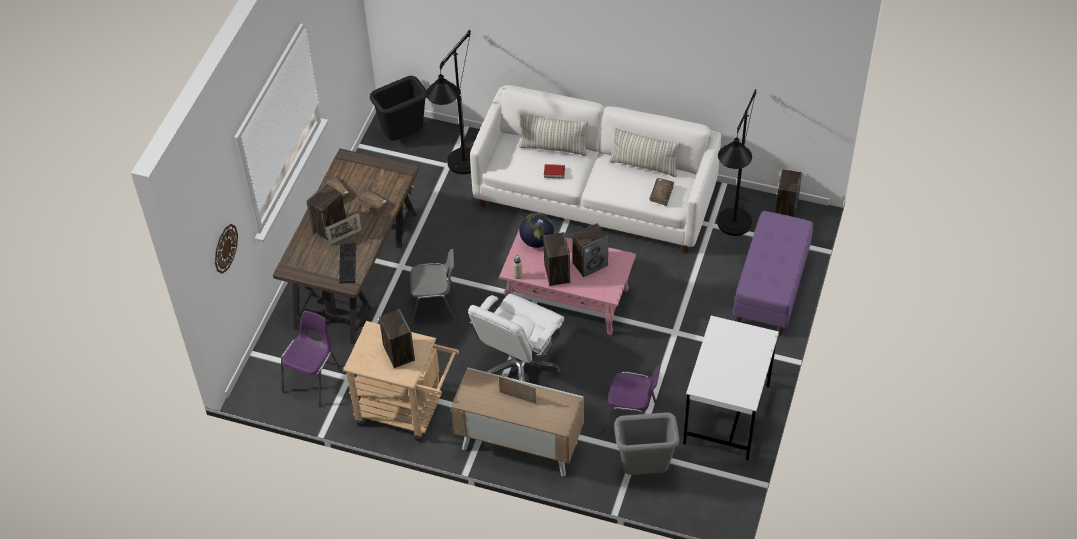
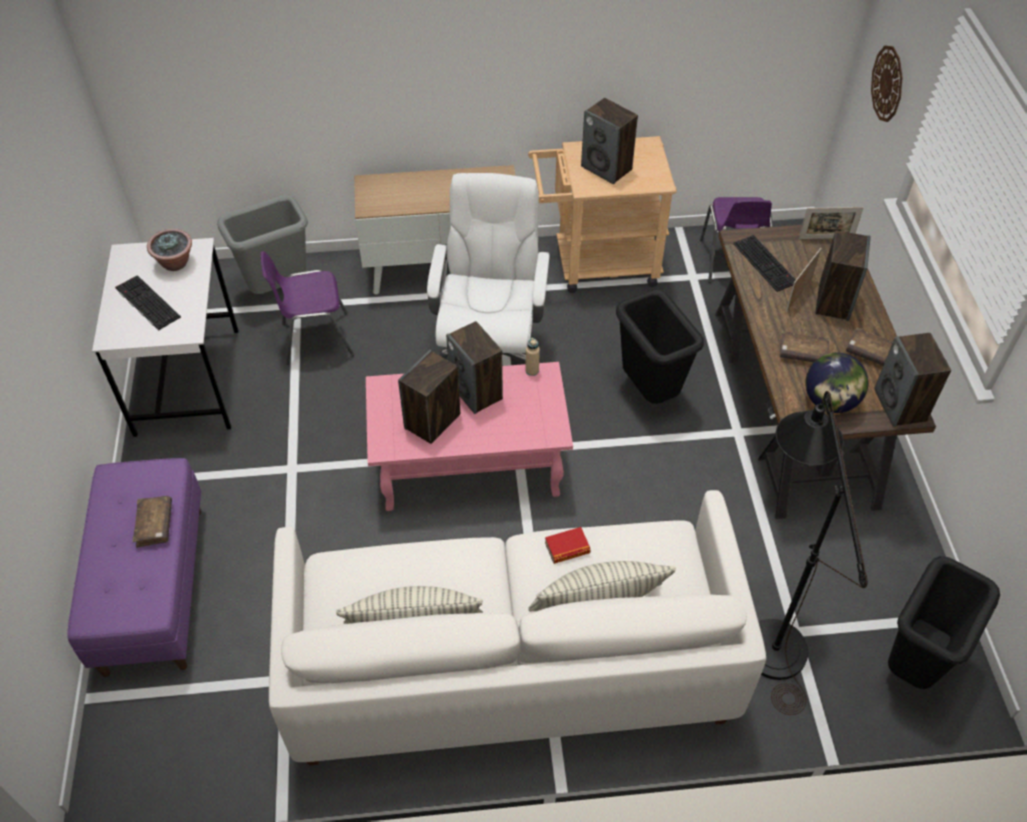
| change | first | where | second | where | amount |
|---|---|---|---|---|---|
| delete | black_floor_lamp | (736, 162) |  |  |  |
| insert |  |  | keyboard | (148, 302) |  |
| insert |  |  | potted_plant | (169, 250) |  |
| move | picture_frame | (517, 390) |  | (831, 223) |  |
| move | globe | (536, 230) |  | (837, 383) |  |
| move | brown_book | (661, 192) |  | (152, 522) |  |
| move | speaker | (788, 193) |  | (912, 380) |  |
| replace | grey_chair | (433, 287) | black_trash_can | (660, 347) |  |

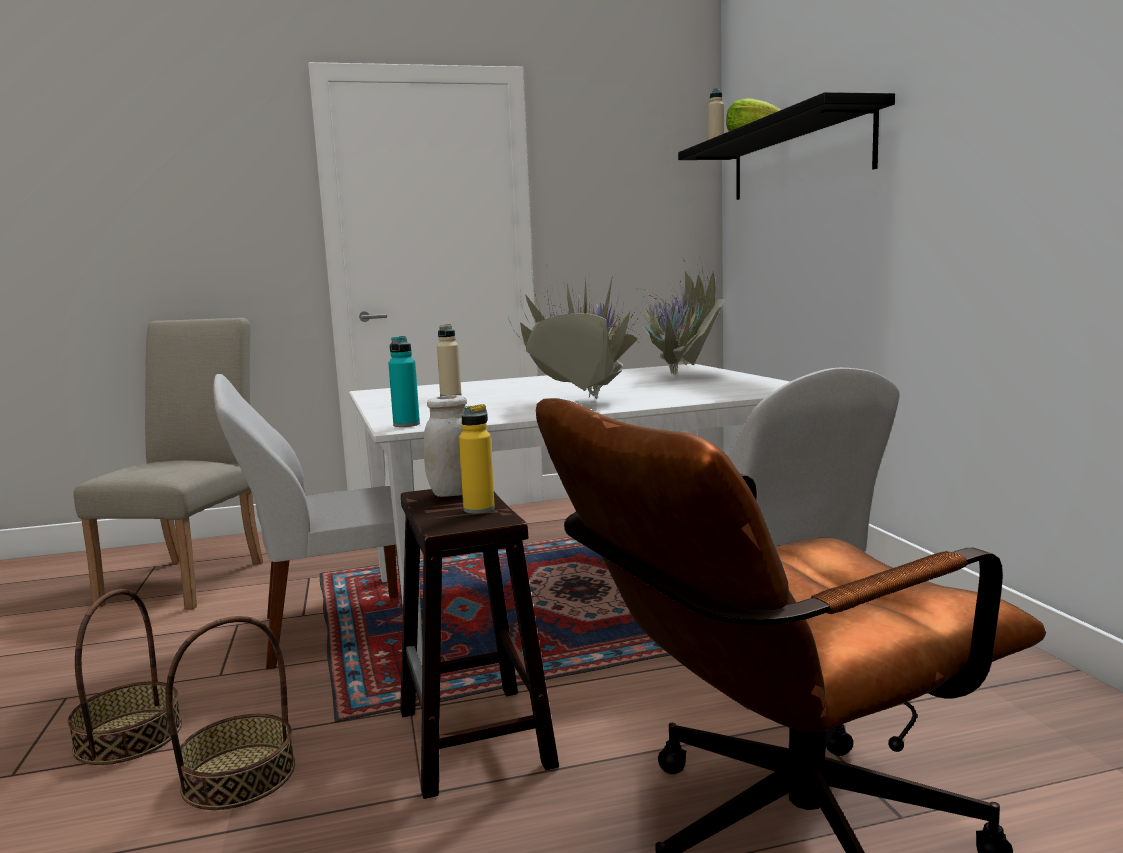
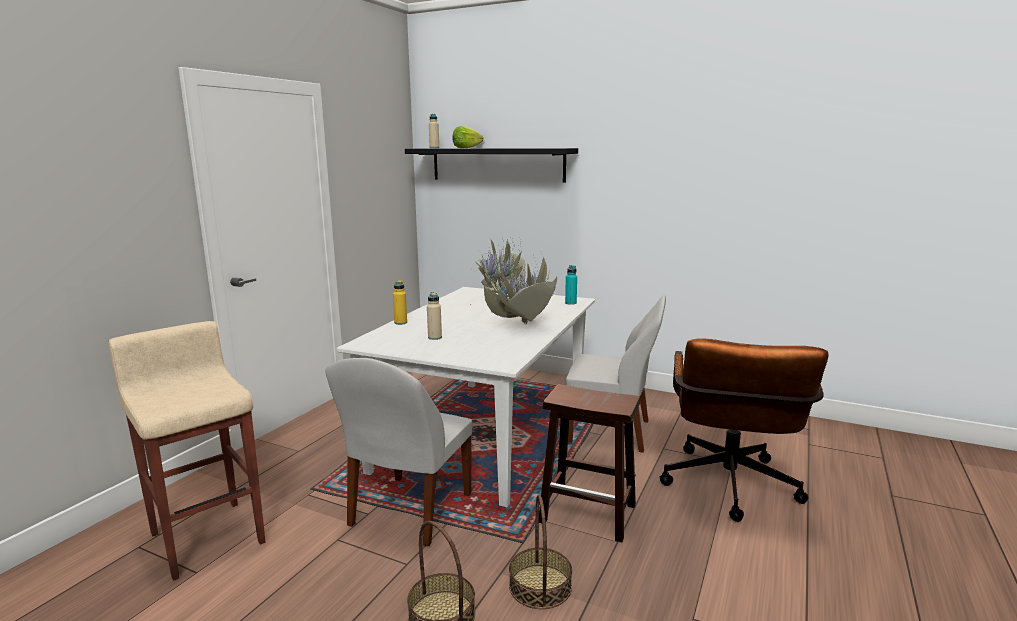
| change | first | where | second | where | amount |
|---|---|---|---|---|---|
| delete | white_jar | (445, 446) |  |  |  |
| move | turquoise_bottle | (404, 381) |  | (571, 285) |  |
| move | yellow_bottle | (477, 459) |  | (400, 302) |  |
| replace | beige_chair | (168, 464) | beige_stool | (187, 451) |  |

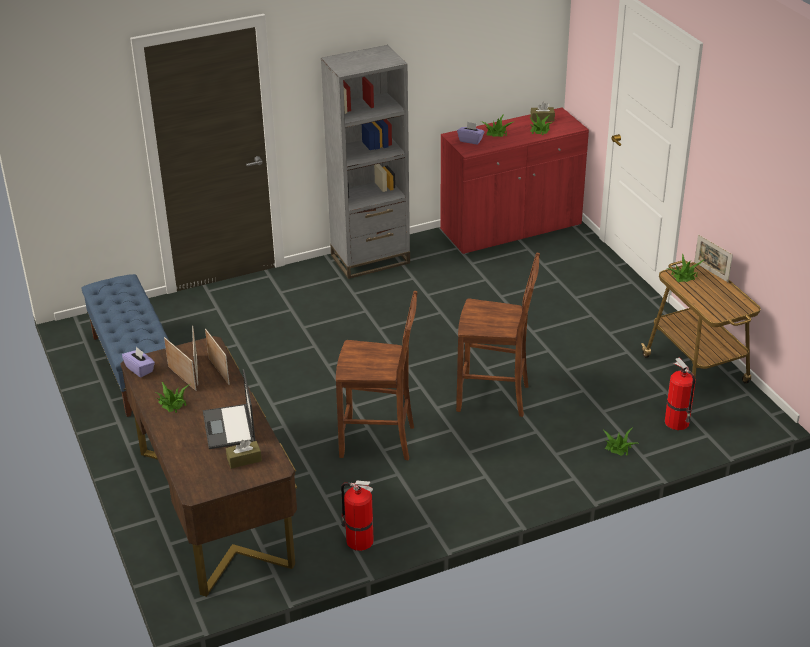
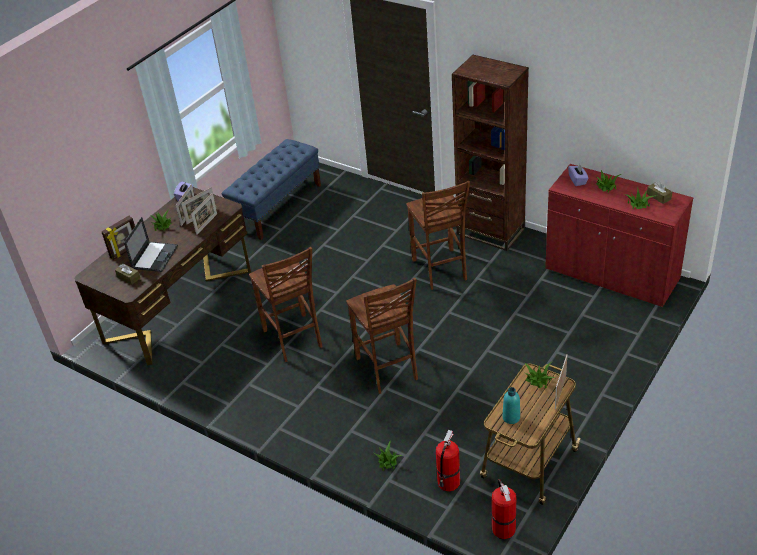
| change | first | where | second | where | amount |
|---|---|---|---|---|---|
| insert |  |  | picture_frame | (118, 238) |  |
| insert |  |  | brown_chair | (438, 235) |  |
| insert |  |  | turquoise_bottle | (511, 405) |  |
| move | fire_extinguisher | (357, 516) |  | (504, 509) |  |
| recolor | grey_bookcase | (365, 162) | brown_bookcase | (490, 153) |  |
| rotate | laptop | (229, 409) |  | (151, 244) | 150 degrees clockwise |

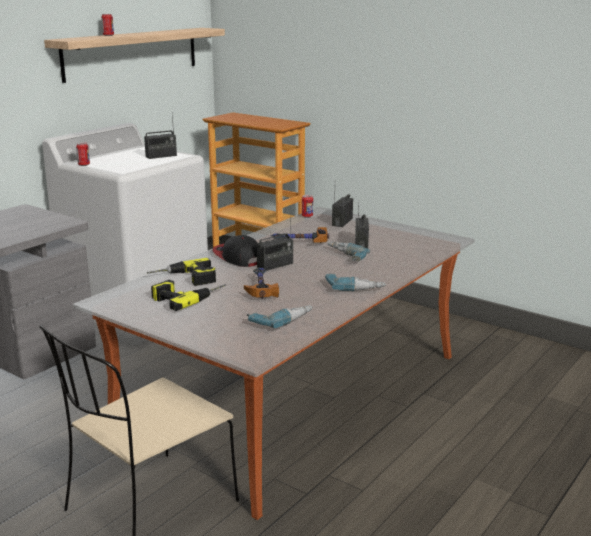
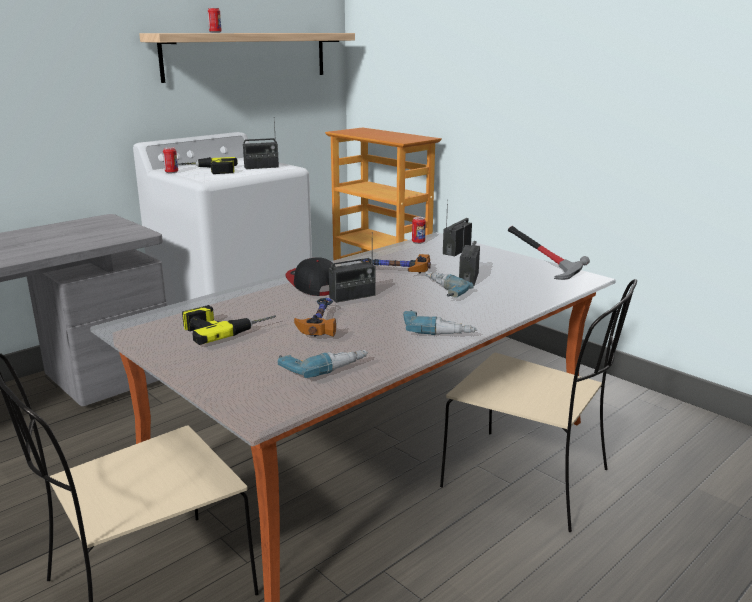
| change | first | where | second | where | amount |
|---|---|---|---|---|---|
| insert |  |  | beige_chair | (538, 405) |  |
| insert |  |  | hammer | (549, 253) |  |
| move | power_drill | (181, 272) |  | (208, 165) |  |

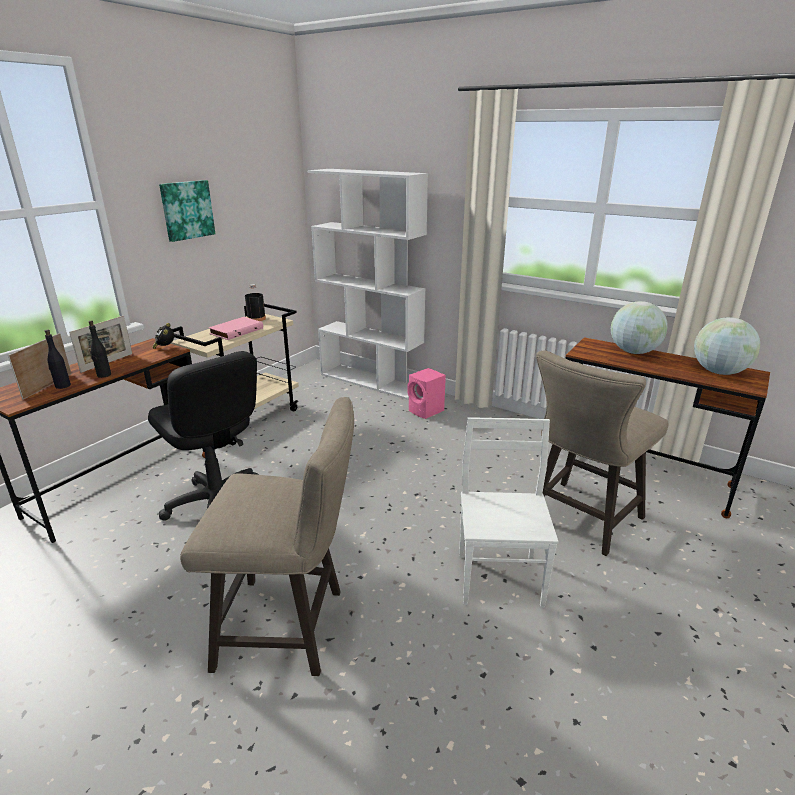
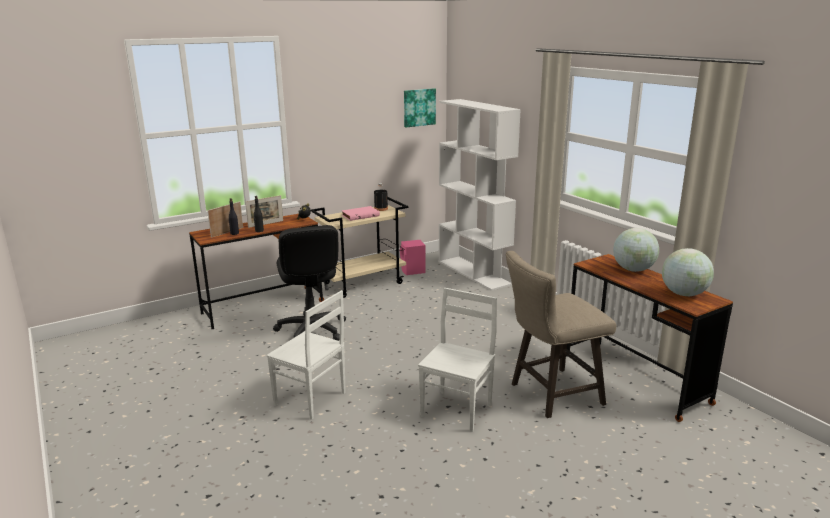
| change | first | where | second | where | amount |
|---|---|---|---|---|---|
| move | picture | (187, 211) |  | (420, 107) |  |
| move | pink_speaker | (426, 393) |  | (413, 257) |  |
| replace | beige_stool | (267, 536) | white_chair | (306, 355) |  |

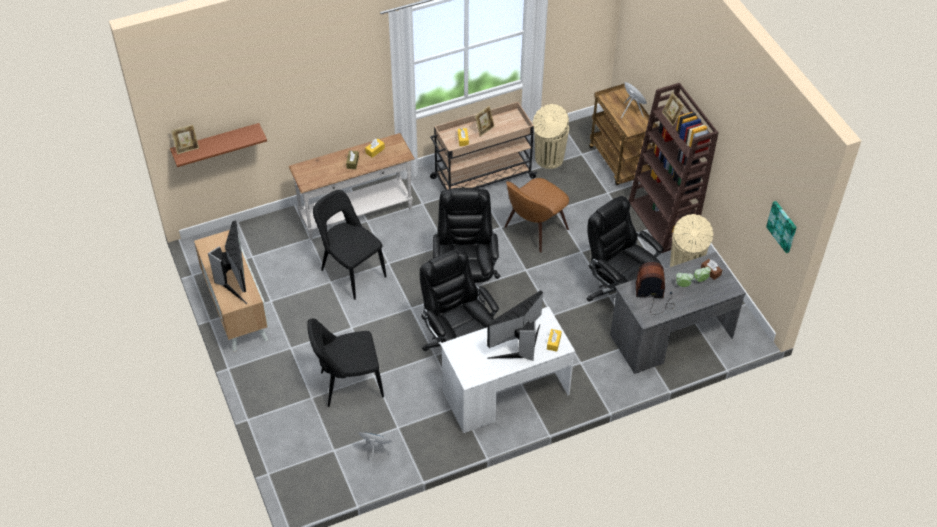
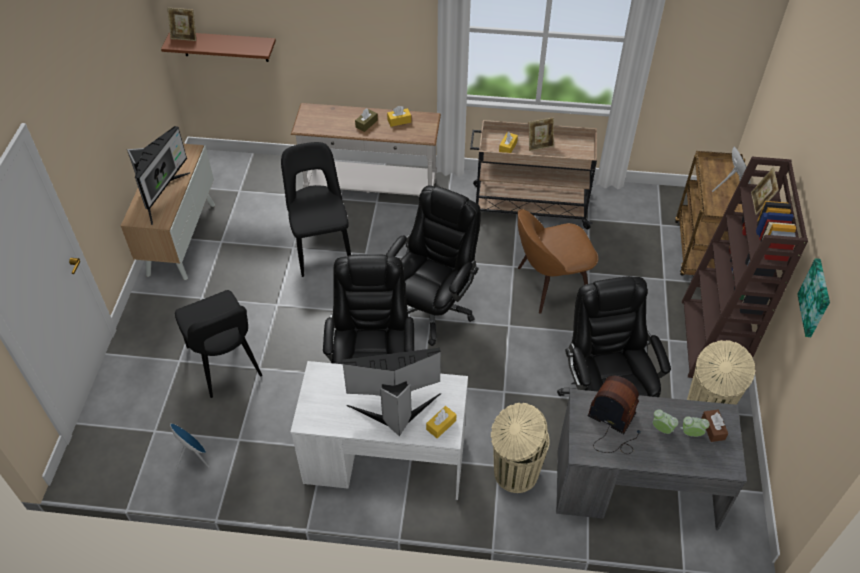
| change | first | where | second | where | amount |
|---|---|---|---|---|---|
| move | beige_trash_can | (551, 136) |  | (520, 448) |  |
| move | picture | (781, 227) |  | (813, 297) |  |
| rotate | black_chair | (345, 362) |  | (218, 344) | 135 degrees counterclockwise |

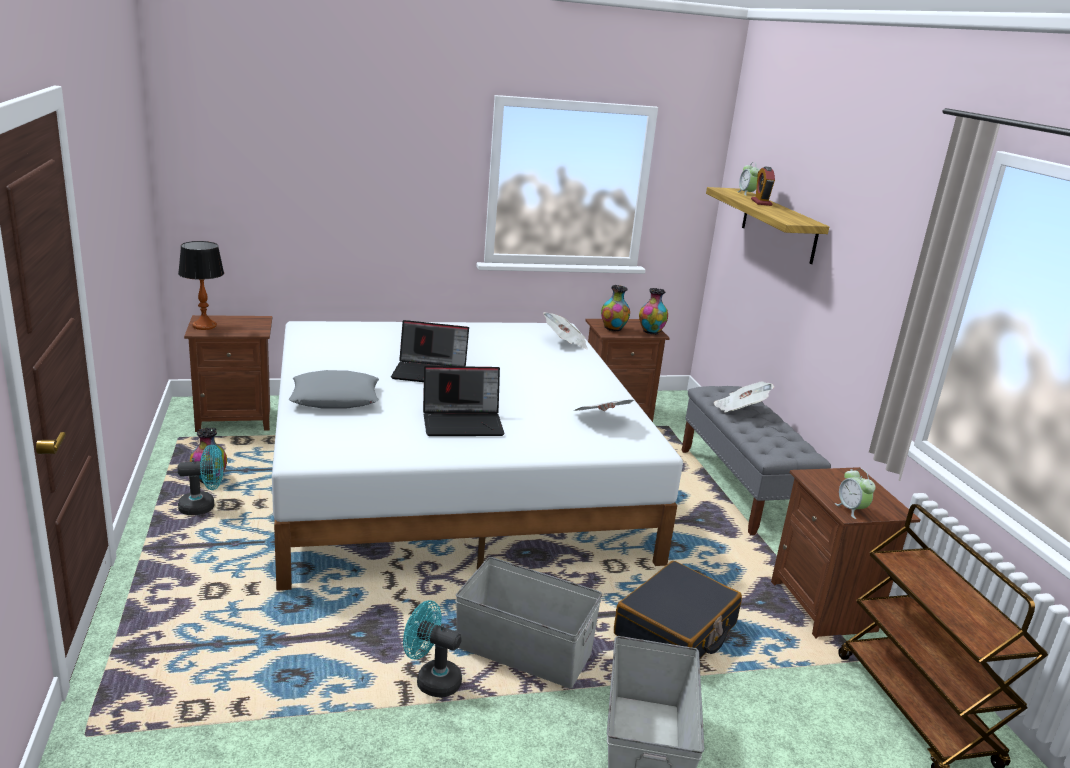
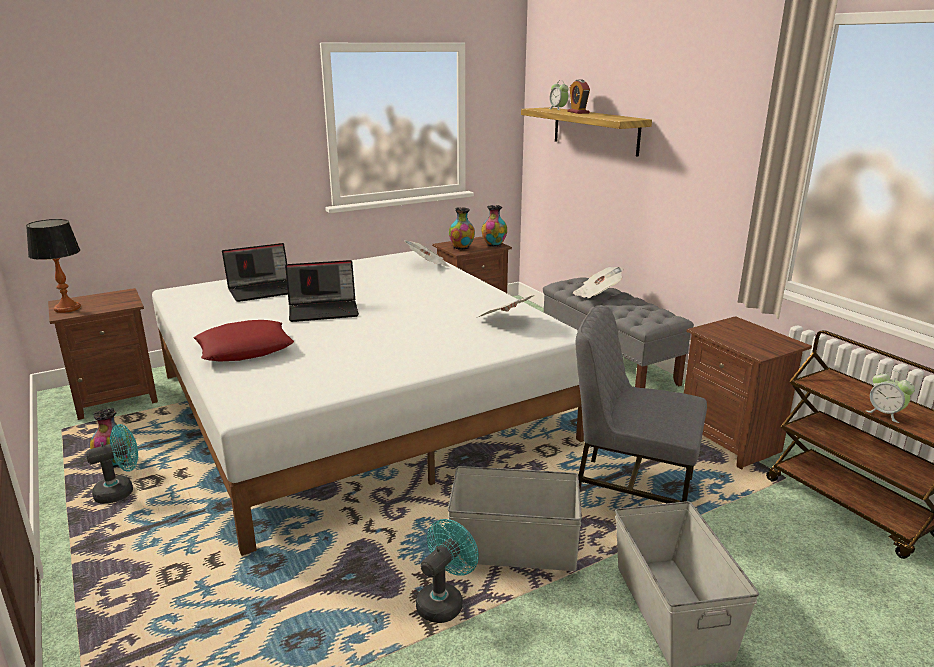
| change | first | where | second | where | amount |
|---|---|---|---|---|---|
| move | laptop | (464, 401) |  | (255, 272) |  |
| move | alarm_clock | (855, 494) |  | (890, 397) |  |
| replace | black_suitcase | (678, 609) | grey_chair | (641, 404) |  |
| recolor | grey_pillow | (334, 389) | red_pillow | (244, 340) |  |
| rotate | turquoise_fan | (432, 649) |  | (447, 571) | 120 degrees clockwise |

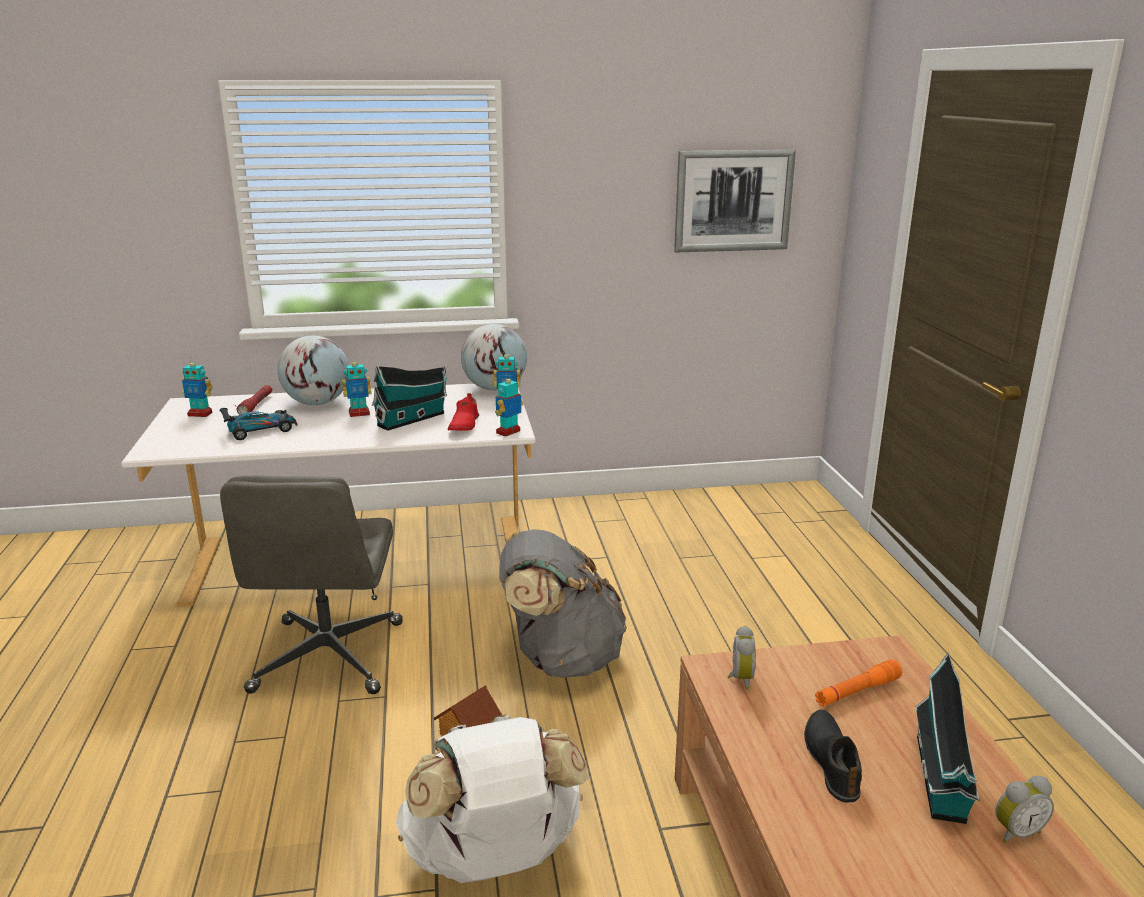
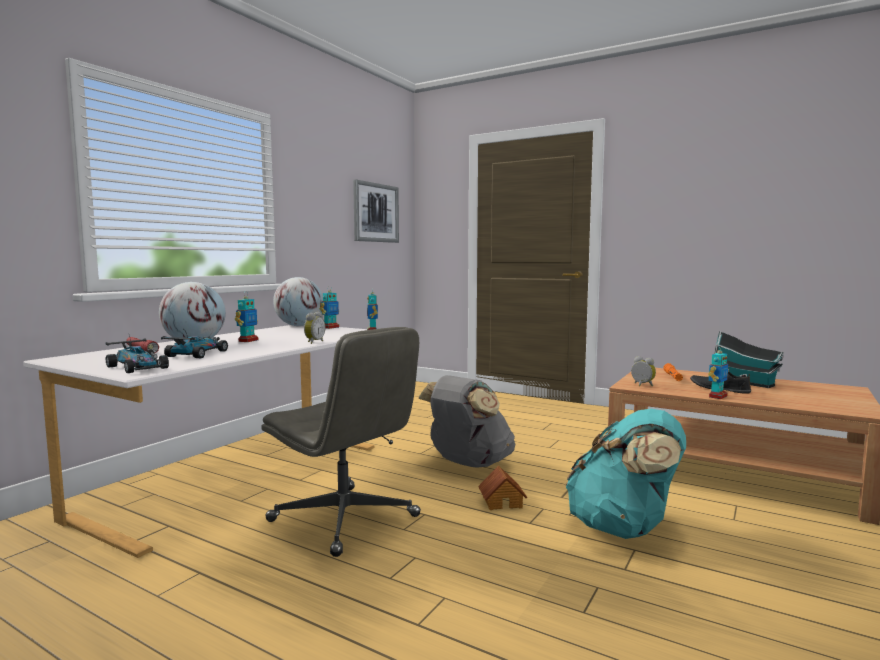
| change | first | where | second | where | amount |
|---|---|---|---|---|---|
| delete | toy_house | (409, 398) |  |  |  |
| delete | red_shoe | (463, 412) |  |  |  |
| insert |  |  | toy_car | (137, 354) |  |
| move | toy_robot | (197, 387) |  | (718, 372) |  |
| move | alarm_clock | (1024, 810) |  | (314, 328) |  |
| recolor | white_backpack | (492, 799) | turquoise_backpack | (625, 474) |  |

